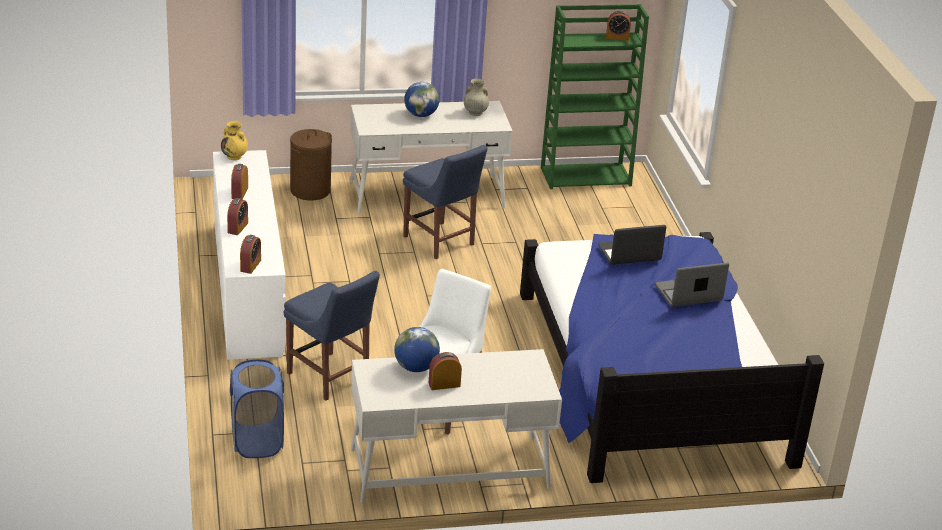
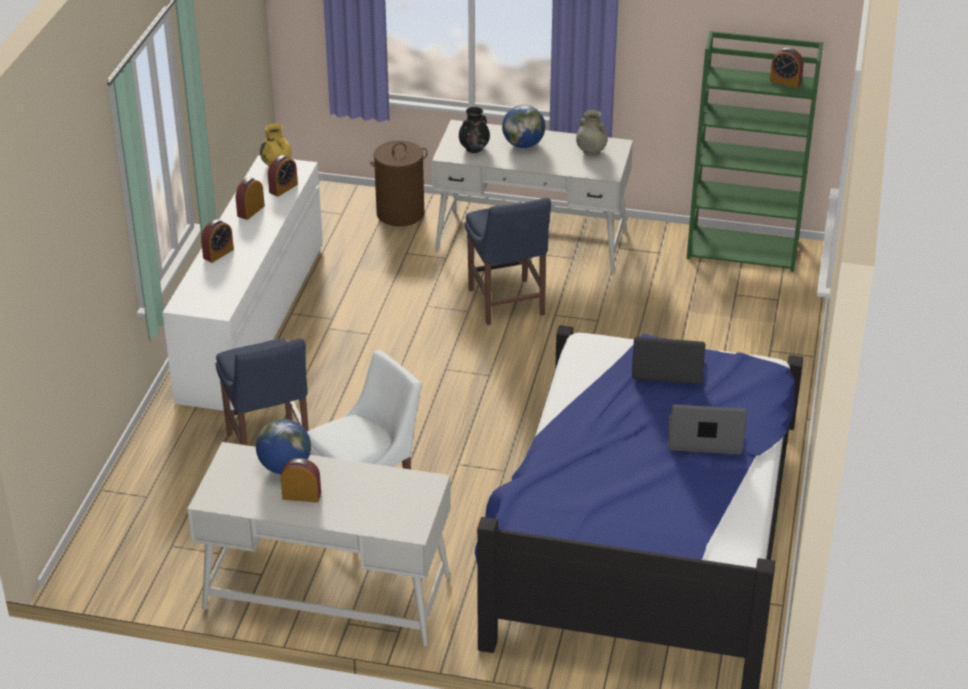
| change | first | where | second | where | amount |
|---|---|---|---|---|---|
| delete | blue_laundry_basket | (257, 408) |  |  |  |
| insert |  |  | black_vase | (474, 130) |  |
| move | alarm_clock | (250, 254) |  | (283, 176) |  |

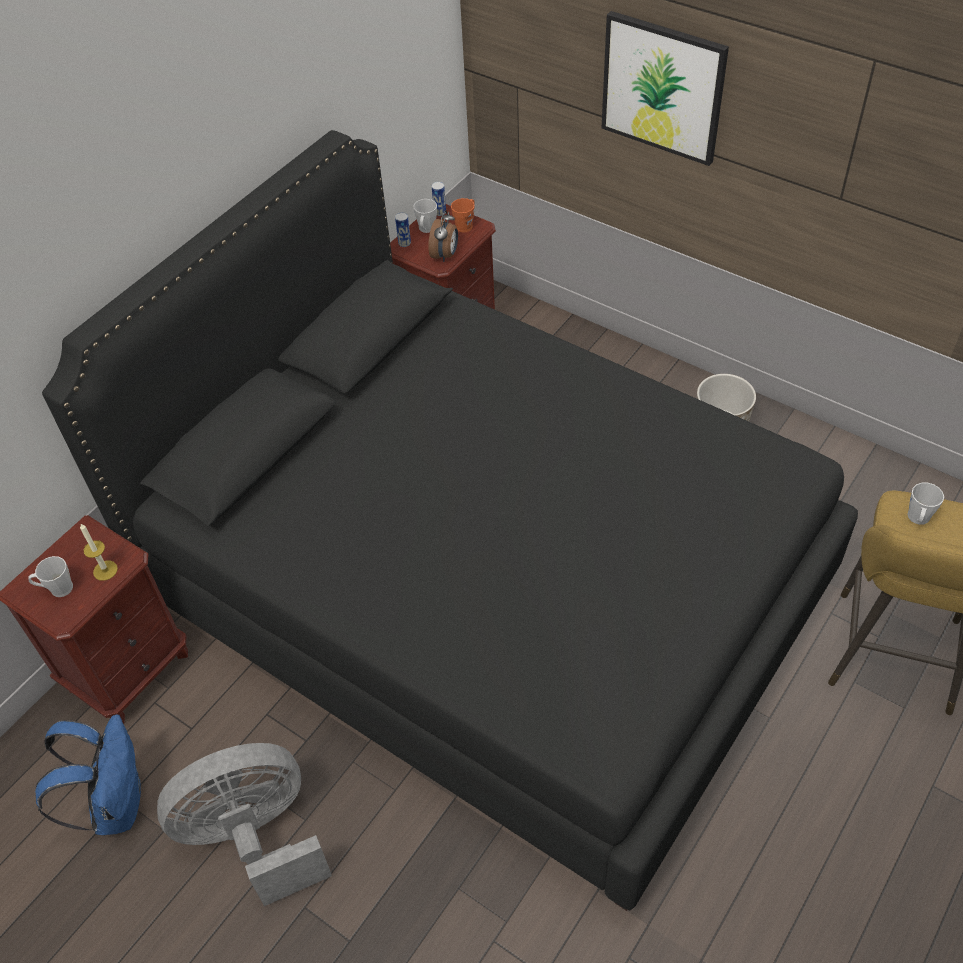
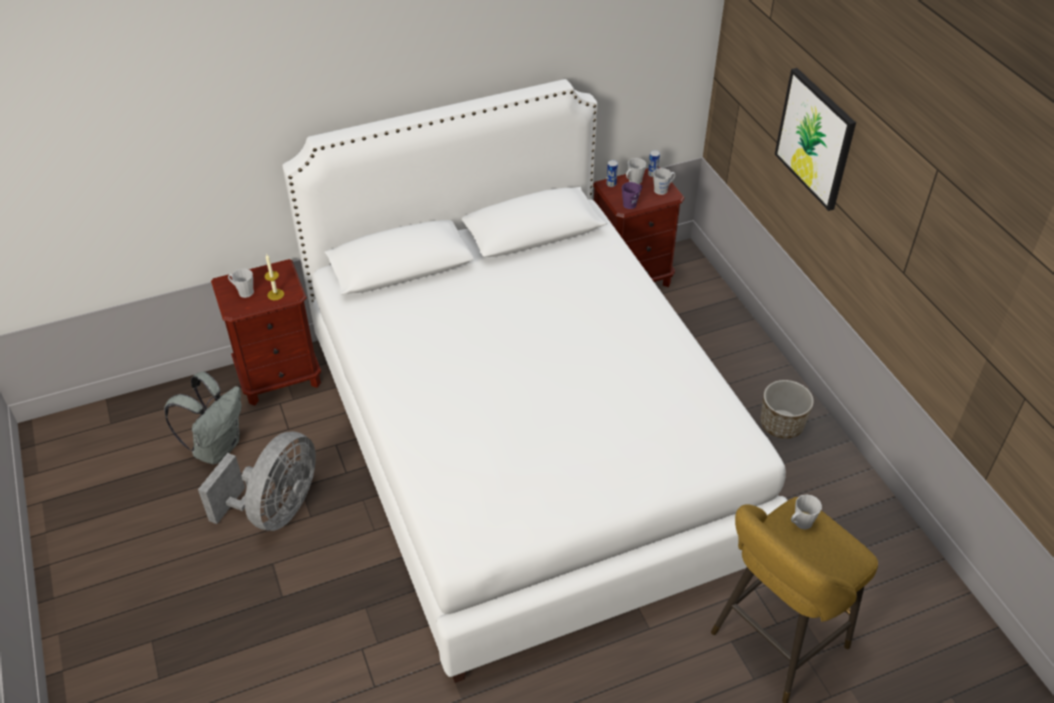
| change | first | where | second | where | amount |
|---|---|---|---|---|---|
| replace | alarm_clock | (443, 236) | purple_mug | (632, 195) |  |
| recolor | blue_backpack | (88, 774) | grey_backpack | (202, 417) |  |
| recolor | black_bed | (450, 520) | white_bed | (535, 381) |  |
| recolor | orange_mug | (463, 215) | grey_mug | (664, 181) |  |
| rotate | grey_fan | (244, 824) |  | (257, 481) | 105 degrees clockwise |

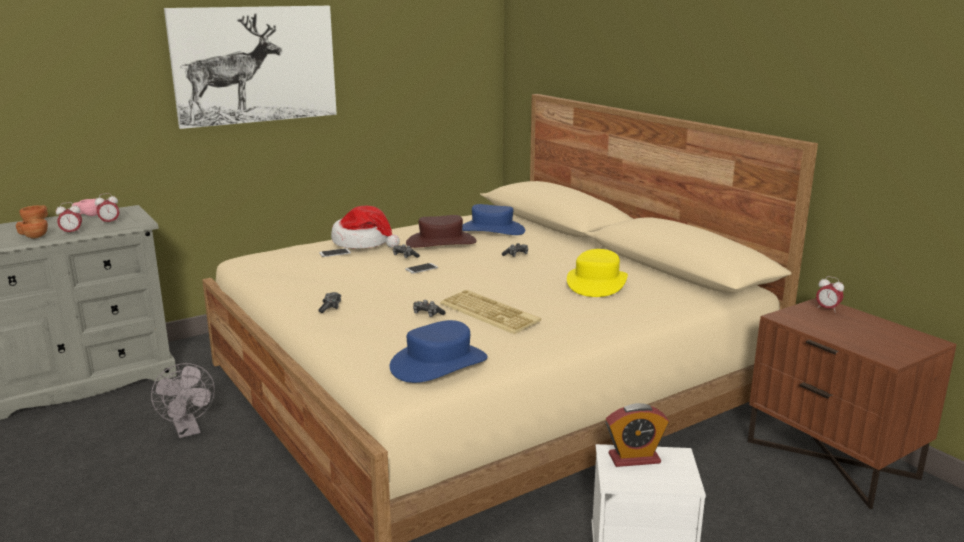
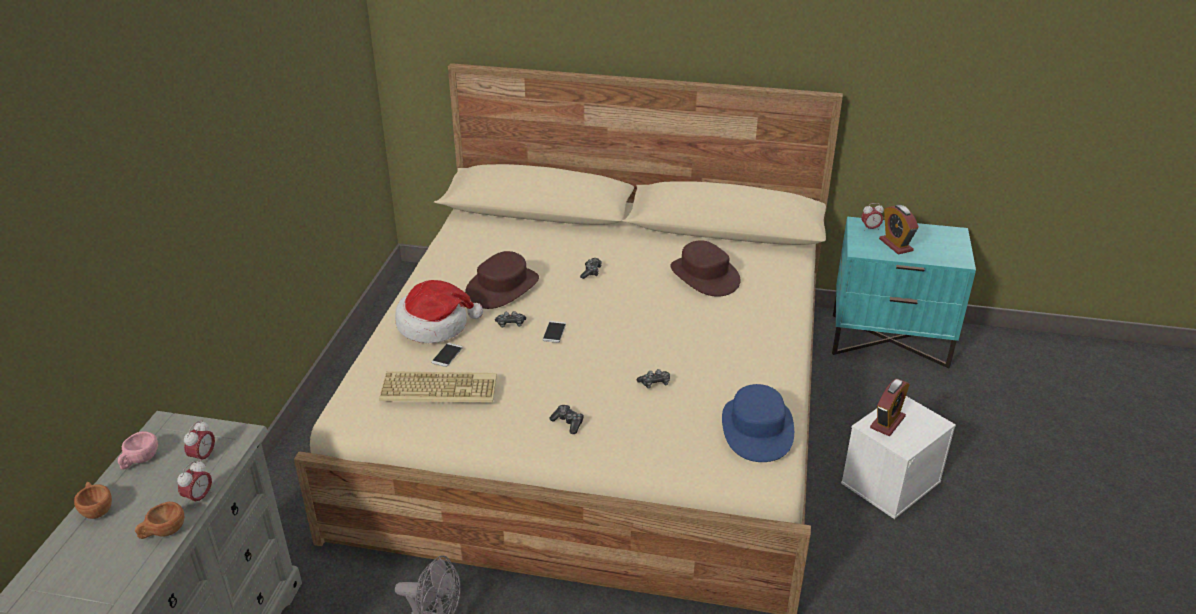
| change | first | where | second | where | amount |
|---|---|---|---|---|---|
| delete | picture | (250, 67) |  |  |  |
| delete | blue_hat | (493, 219) |  |  |  |
| insert |  |  | alarm_clock | (899, 230) |  |
| move | keyboard | (490, 312) |  | (438, 387) |  |
| recolor | yellow_hat | (597, 273) | brown_hat | (705, 268) |  |
| recolor | brown_nightstand | (852, 403) | turquoise_nightstand | (904, 293) |  |

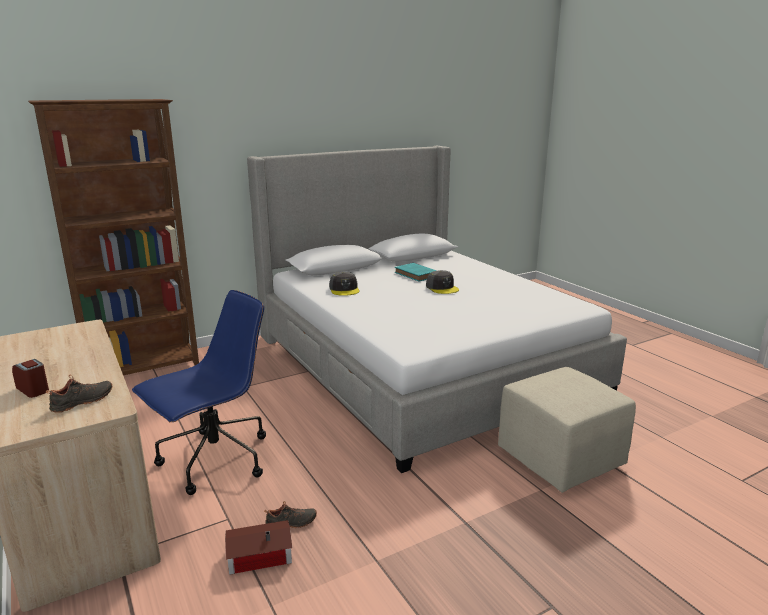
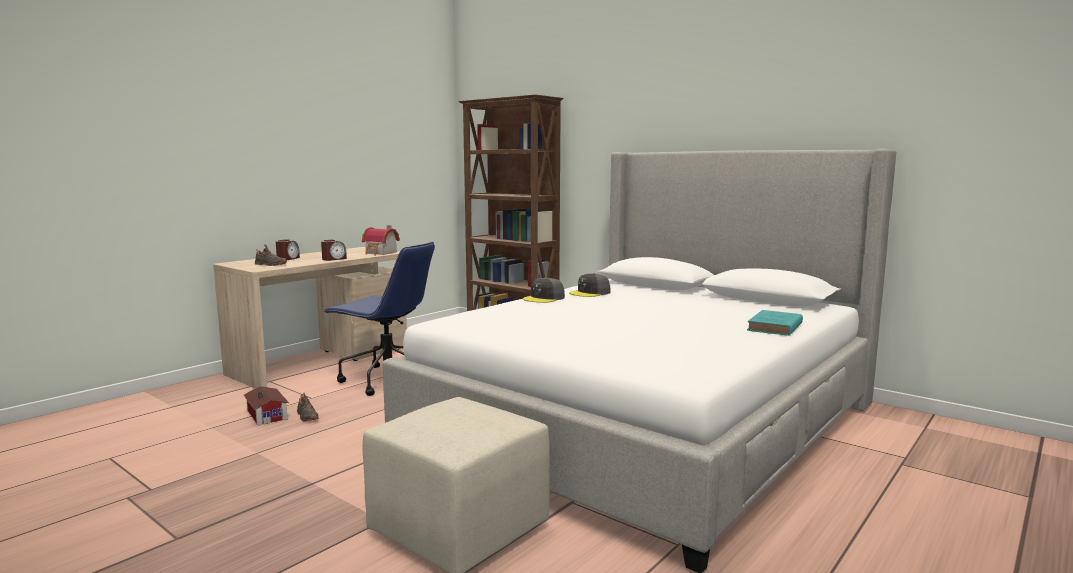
| change | first | where | second | where | amount |
|---|---|---|---|---|---|
| insert |  |  | alarm_clock | (334, 250) |  |
| insert |  |  | toy_house | (381, 240) |  |
| move | turquoise_book | (416, 272) |  | (775, 323) |  |
| move | grey_cap | (442, 282) |  | (544, 290) |  |

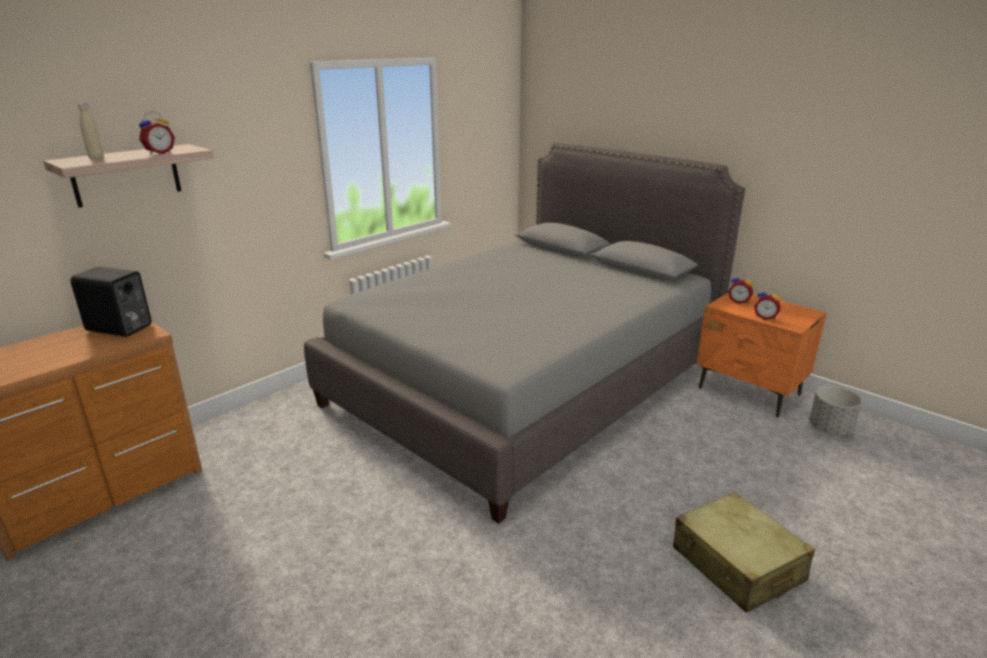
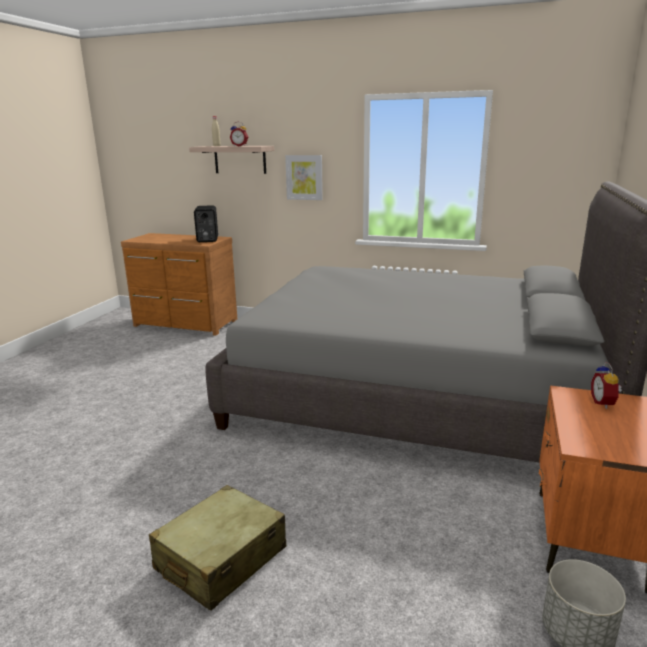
| change | first | where | second | where | amount |
|---|---|---|---|---|---|
| delete | alarm_clock | (768, 304) |  |  |  |
| insert |  |  | picture | (304, 177) |  |

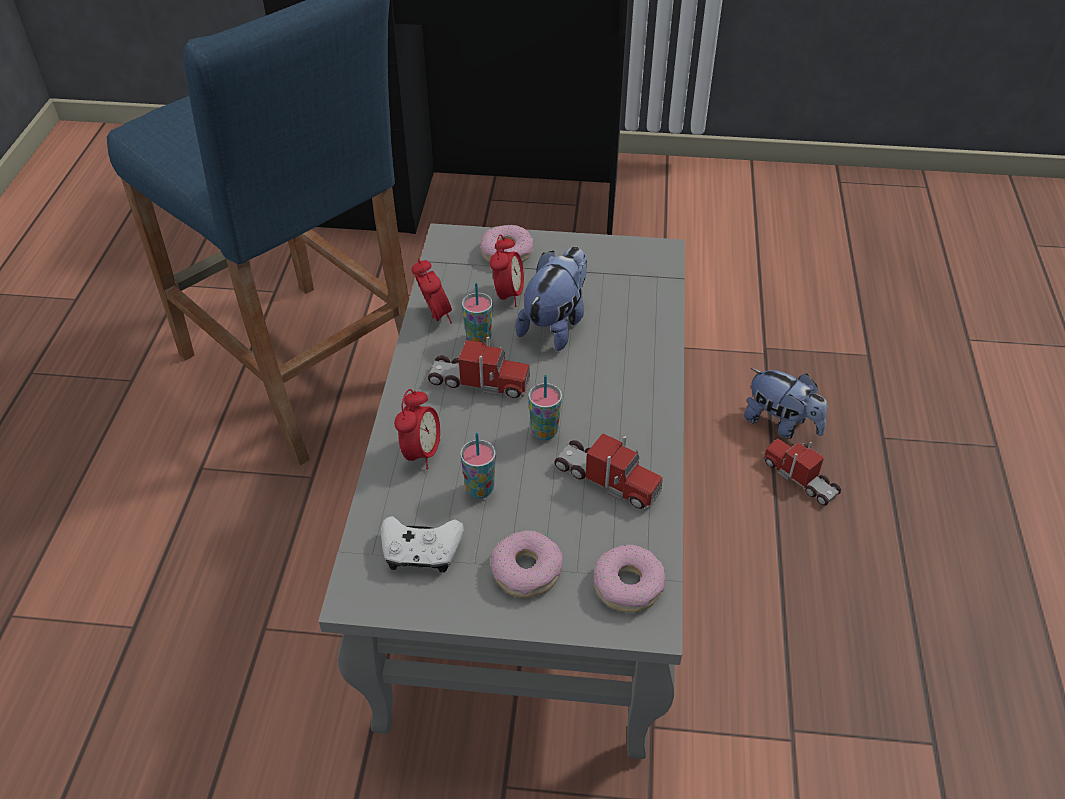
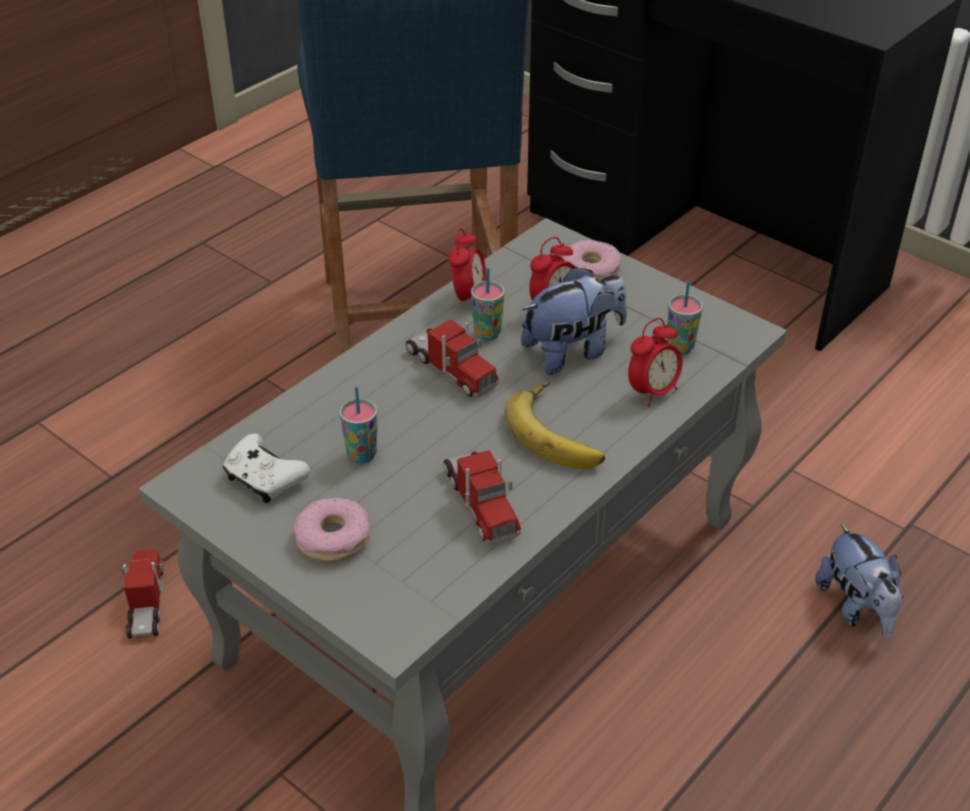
| change | first | where | second | where | amount |
|---|---|---|---|---|---|
| delete | donut | (629, 579) |  |  |  |
| insert |  |  | banana | (554, 425) |  |
| move | alarm_clock | (417, 429) |  | (655, 362) |  |
| move | cup | (545, 407) |  | (685, 318) |  |
| move | toy_truck | (802, 472) |  | (143, 594) |  |

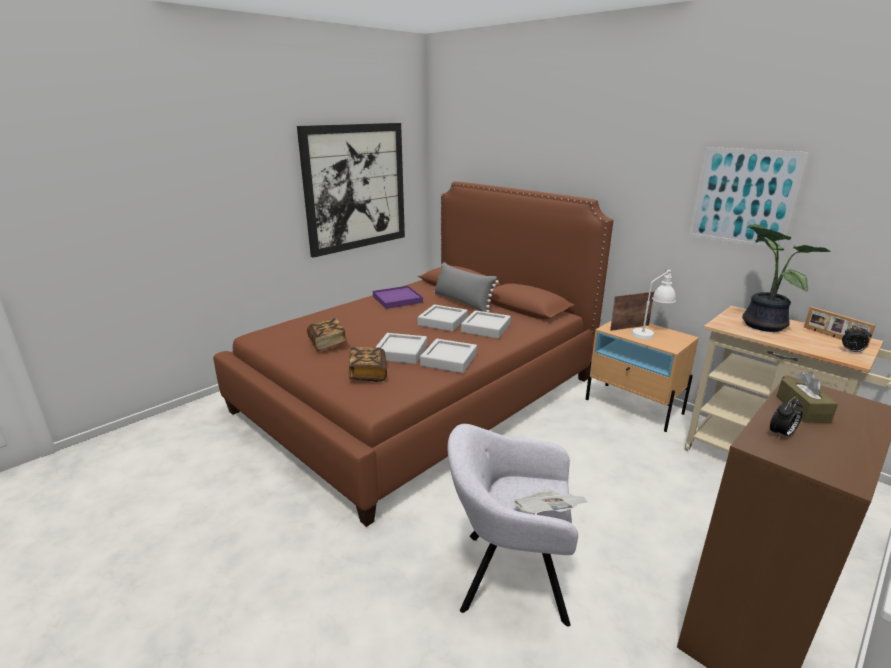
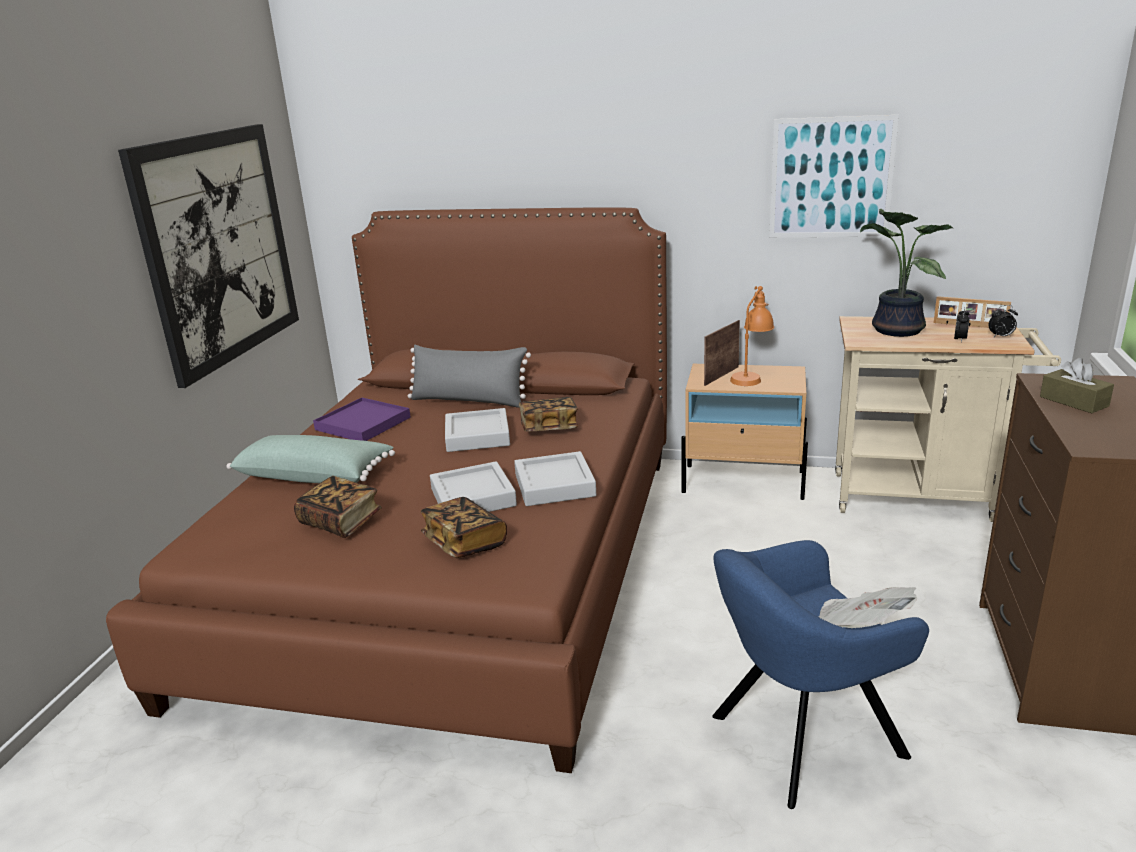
| change | first | where | second | where | amount |
|---|---|---|---|---|---|
| insert |  |  | green_pillow | (311, 459) |  |
| move | alarm_clock | (786, 417) |  | (962, 325) |  |
| replace | grey_tray | (486, 324) | book | (548, 414) |  |
| recolor | grey_armchair | (513, 525) | blue_armchair | (820, 674) |  |
| recolor | white_table_lamp | (653, 304) | orange_table_lamp | (752, 336) |  |

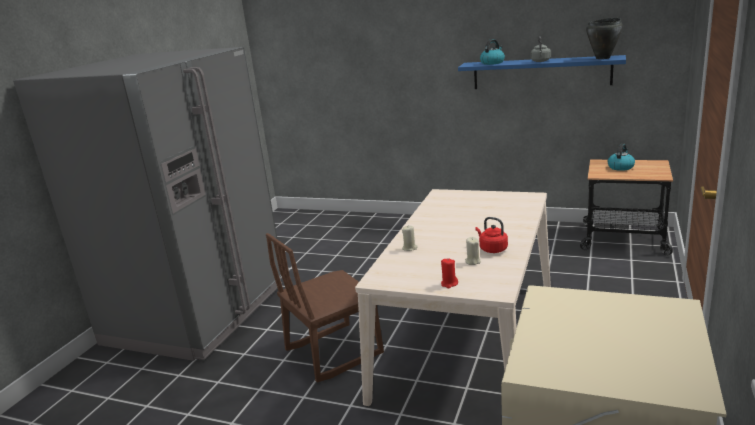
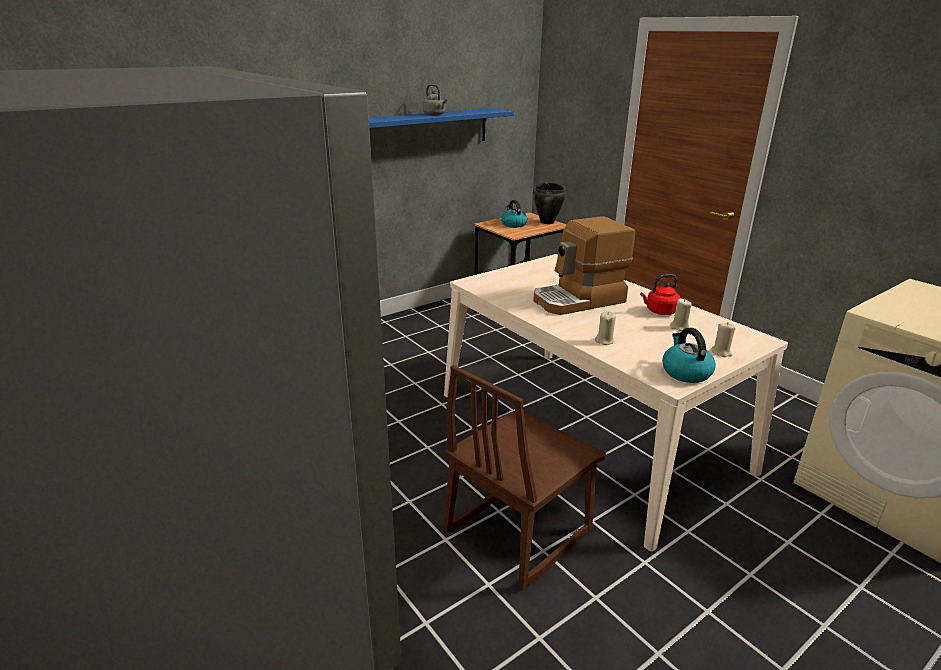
| change | first | where | second | where | amount |
|---|---|---|---|---|---|
| insert |  |  | coffee_machine | (584, 266) |  |
| move | kettle | (492, 52) |  | (689, 355) |  |
| move | black_cooking_pot | (604, 38) |  | (549, 203) |  |
| recolor | red_candle | (449, 273) | beige_candle | (723, 340) |  |
| rotate | brown_chair | (325, 308) |  | (525, 477) | 45 degrees clockwise |

